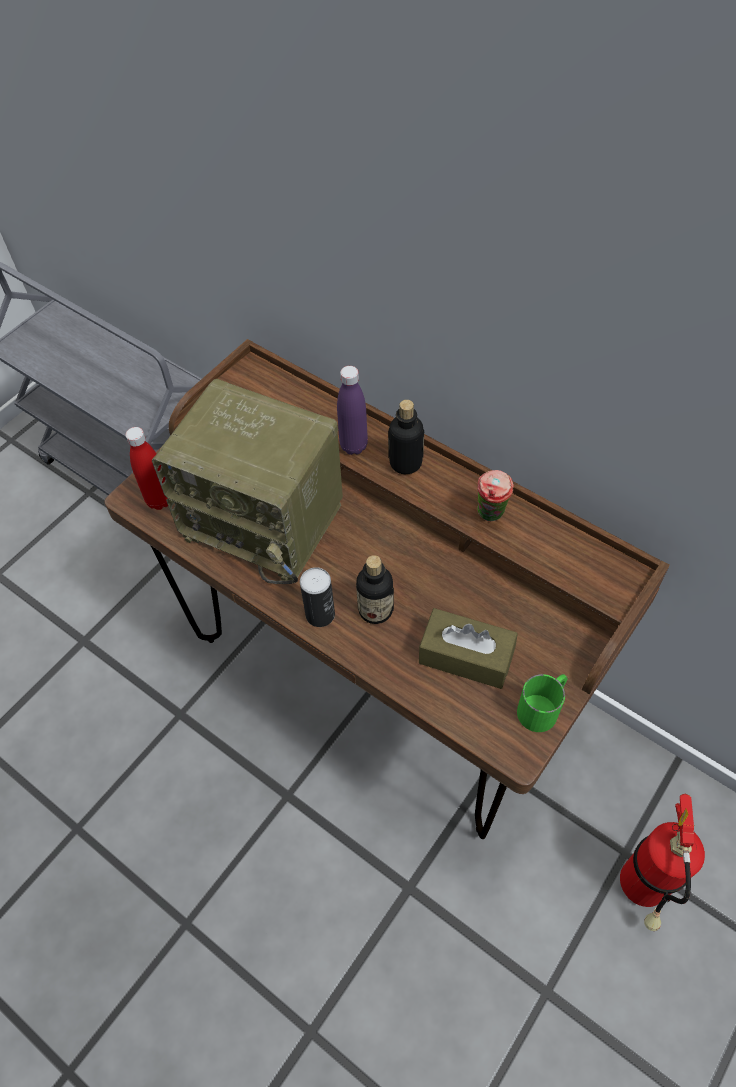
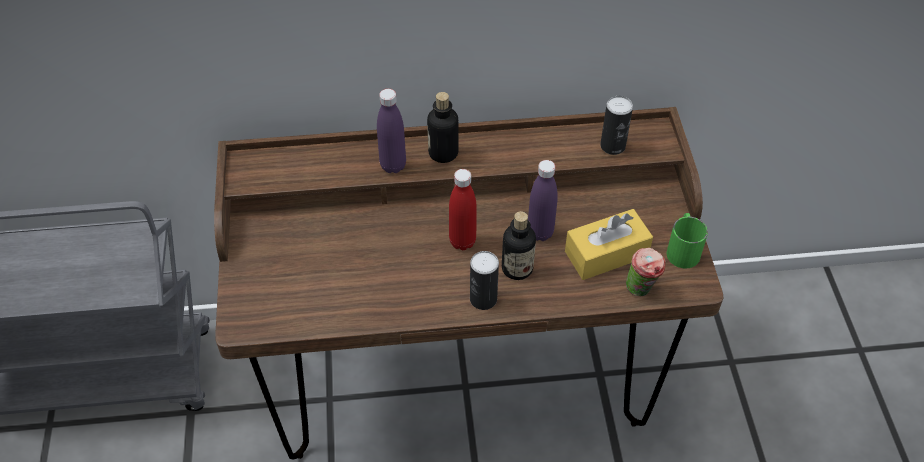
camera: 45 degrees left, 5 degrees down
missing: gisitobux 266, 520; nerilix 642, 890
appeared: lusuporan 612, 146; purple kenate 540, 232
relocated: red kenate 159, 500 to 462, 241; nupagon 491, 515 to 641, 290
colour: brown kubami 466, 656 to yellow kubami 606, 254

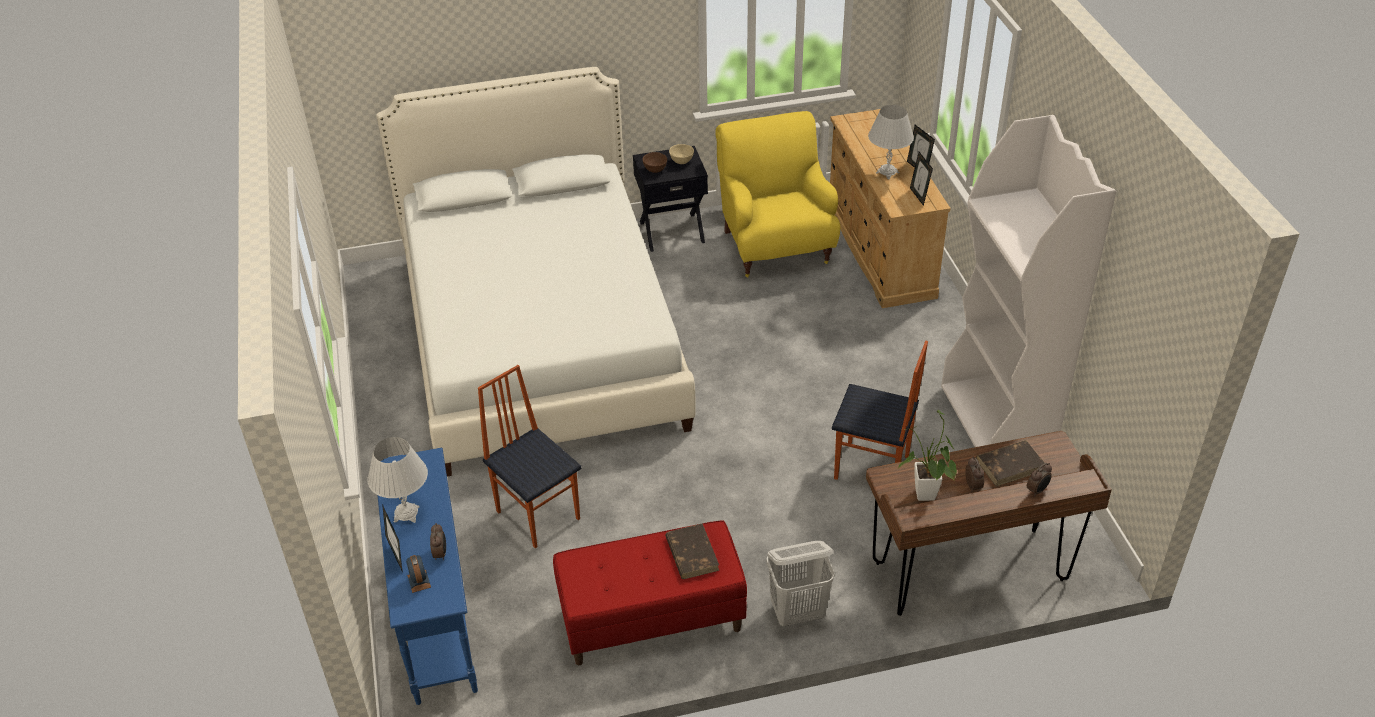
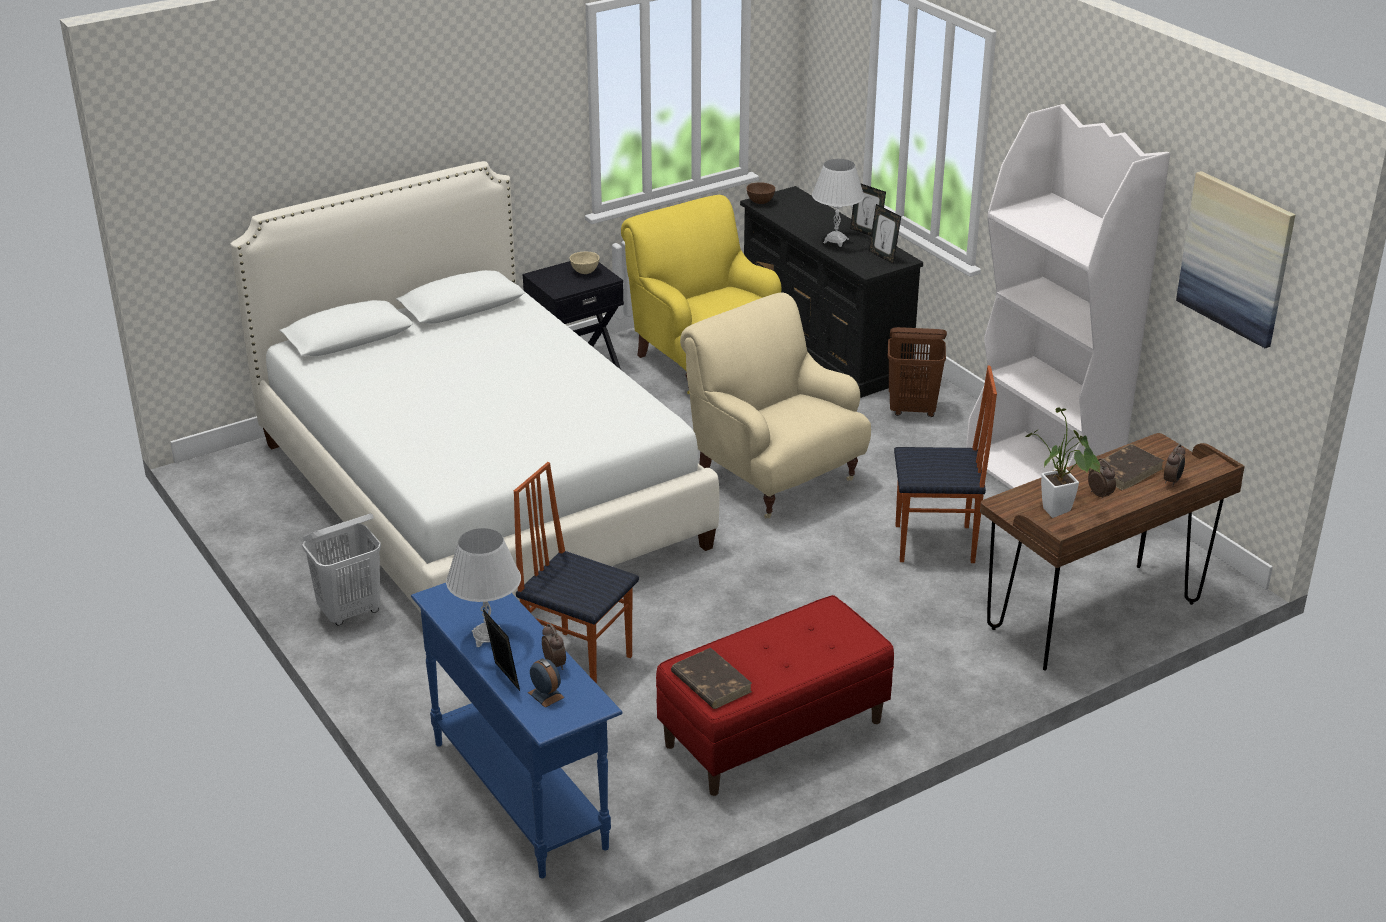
camera: 20 degrees left, 10 degrees down
appeared: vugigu 1236, 258; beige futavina 774, 476; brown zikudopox 912, 410
relocated: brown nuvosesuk 655, 170 to 760, 202; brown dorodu 691, 553 to 710, 682; white zikudopox 798, 613 to 350, 612
colour: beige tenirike 880, 250 to black tenirike 825, 346

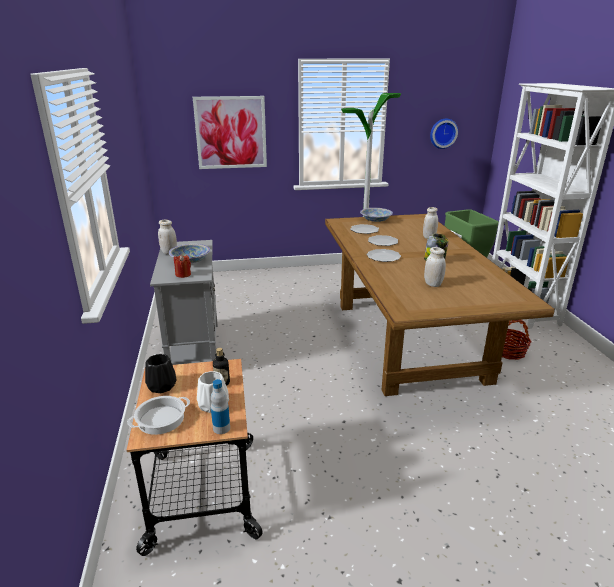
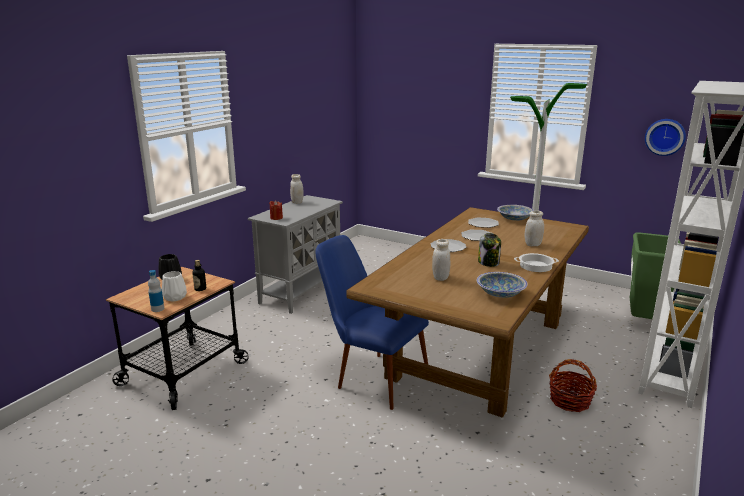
camera: 40 degrees right, 5 degrees down
missing: vugigu 231, 133
appeared: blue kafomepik 371, 375
relocated: nuvosesuk 190, 261 to 500, 293; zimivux 161, 419 to 536, 266

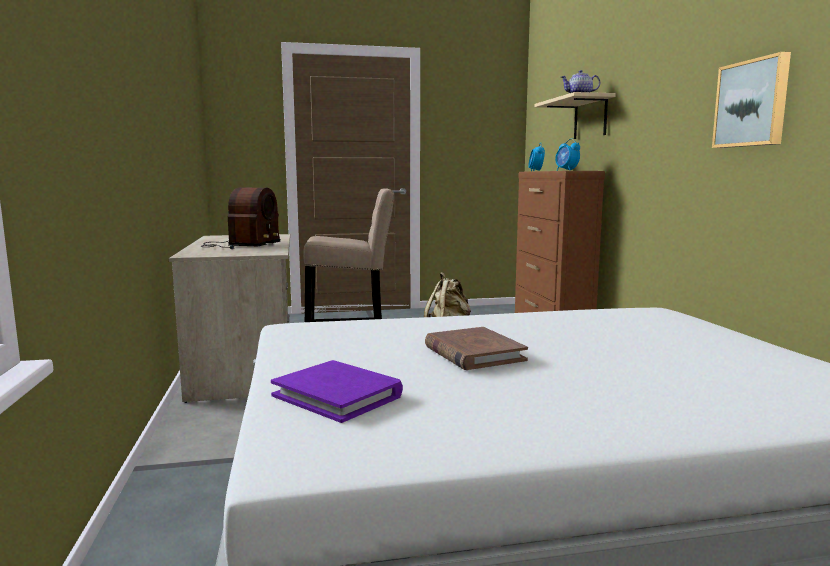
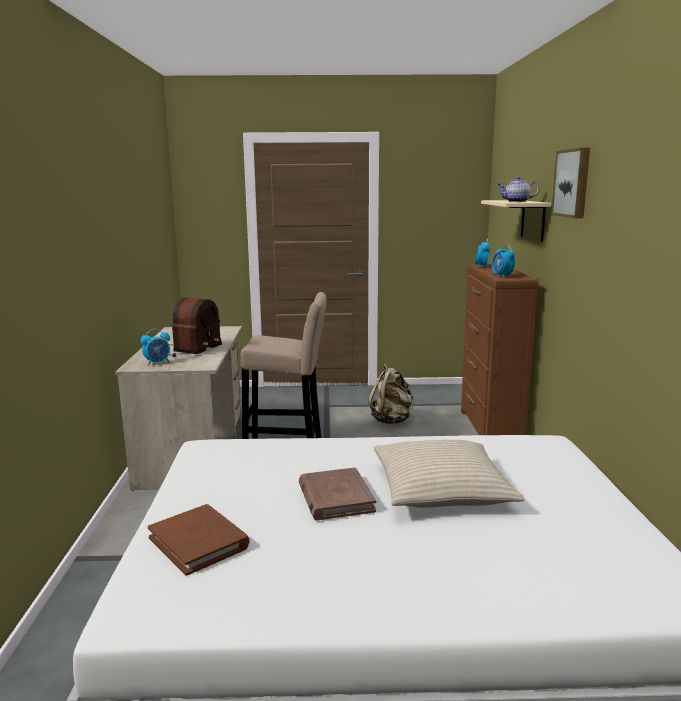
camera: 10 degrees right, 5 degrees up
appeared: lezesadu 158, 363; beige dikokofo 441, 489
relocated: vugigu 752, 103 to 573, 183
colour: purple dorodu 338, 395 to brown dorodu 199, 542

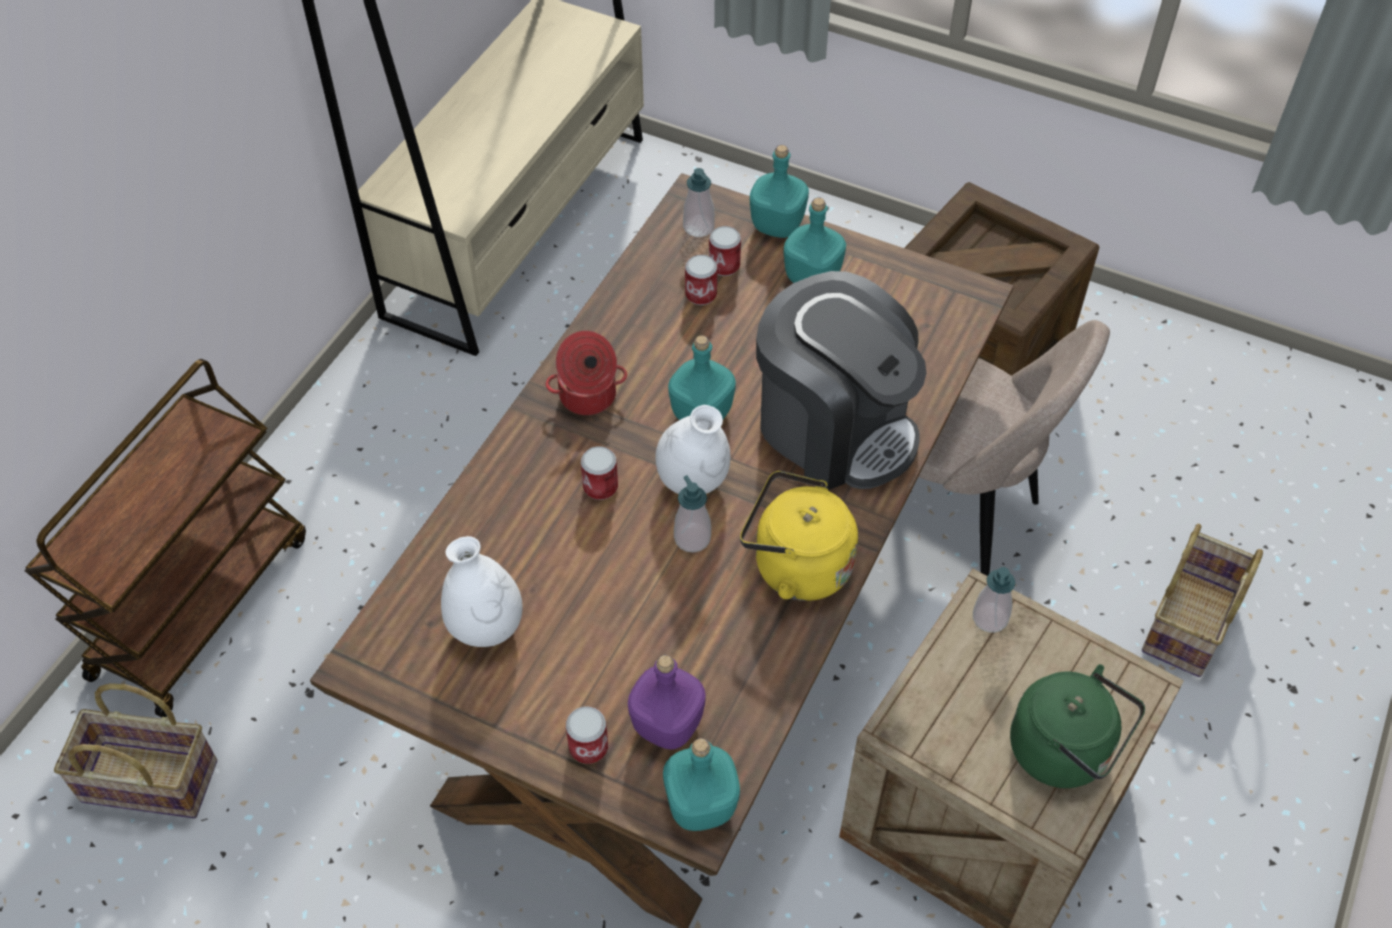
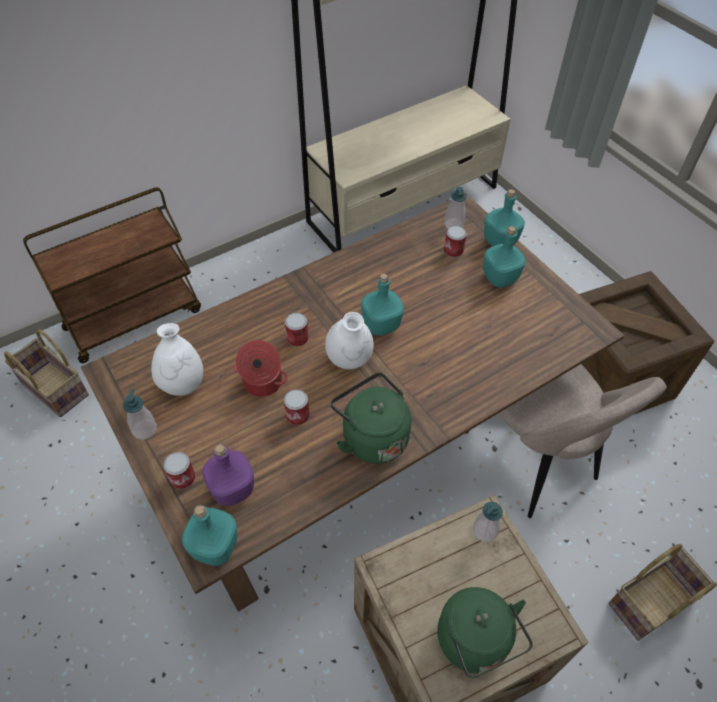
camera: 30 degrees right, 0 degrees up
missing: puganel 835, 428
relocated: lusuporan 701, 294 to 297, 415; zimivux 588, 397 to 262, 383; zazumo 692, 538 to 144, 429
colour: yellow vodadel 796, 566 to green vodadel 371, 436

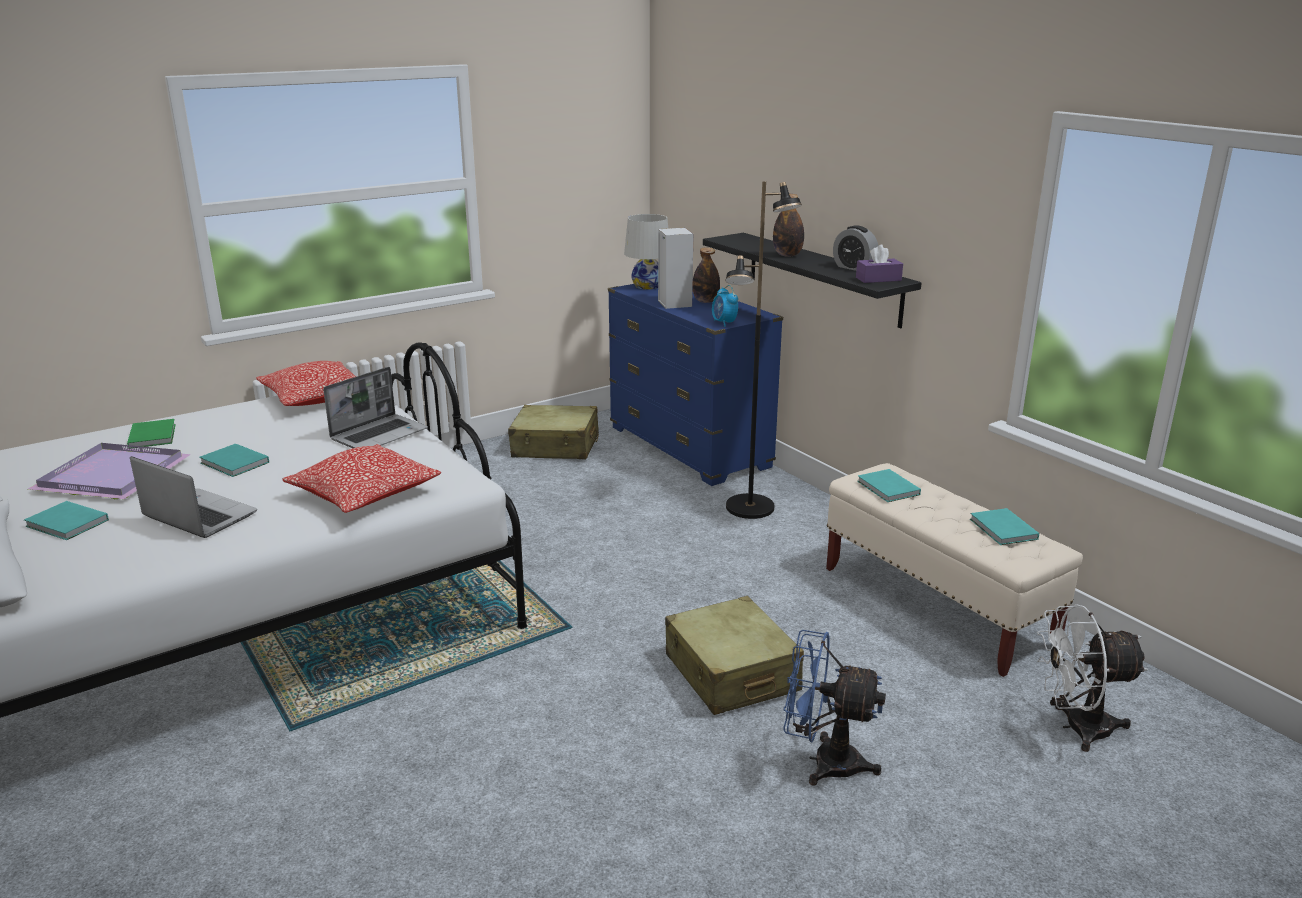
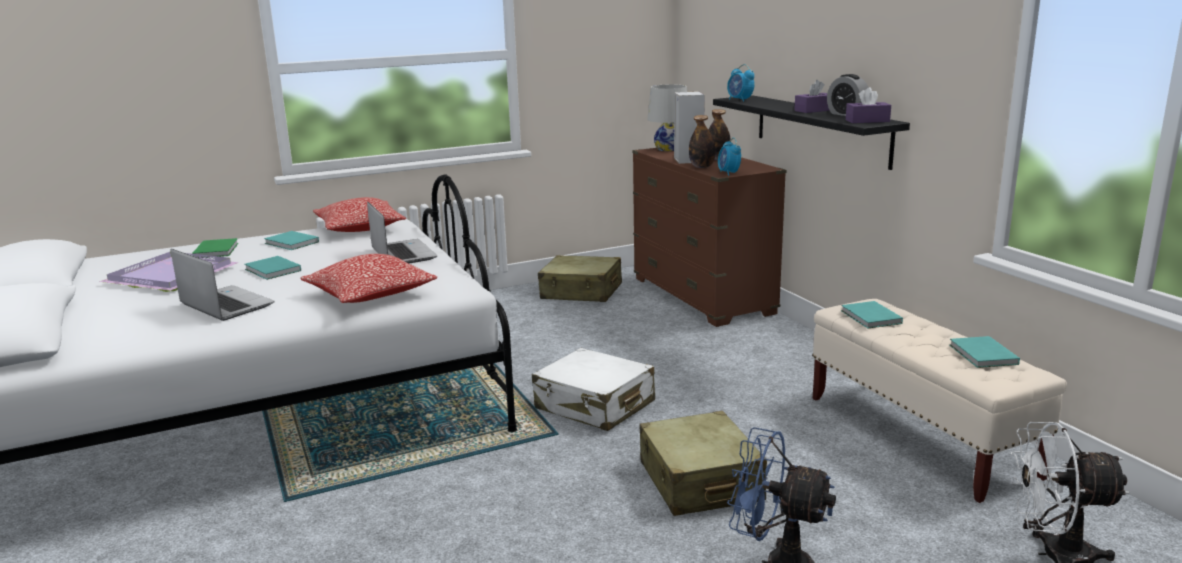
camera: 10 degrees right, 5 degrees down
missing: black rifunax 750, 508
appeared: lezesadu 740, 100; purple kubami 814, 110; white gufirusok 594, 405
relocated: kenate 787, 255 to 702, 167; turquoise dorodu 67, 524 to 292, 243
colour: blue tenirike 689, 448 to brown tenirike 702, 296
spun: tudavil 380, 434 = 402, 254 75 degrees counterclockwise

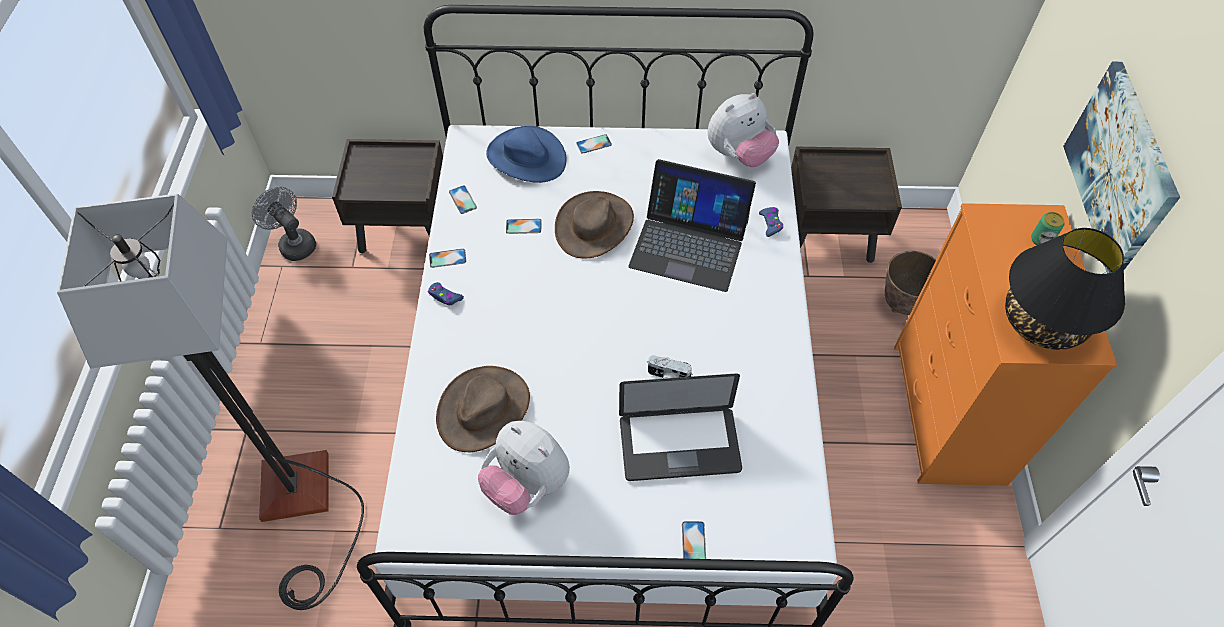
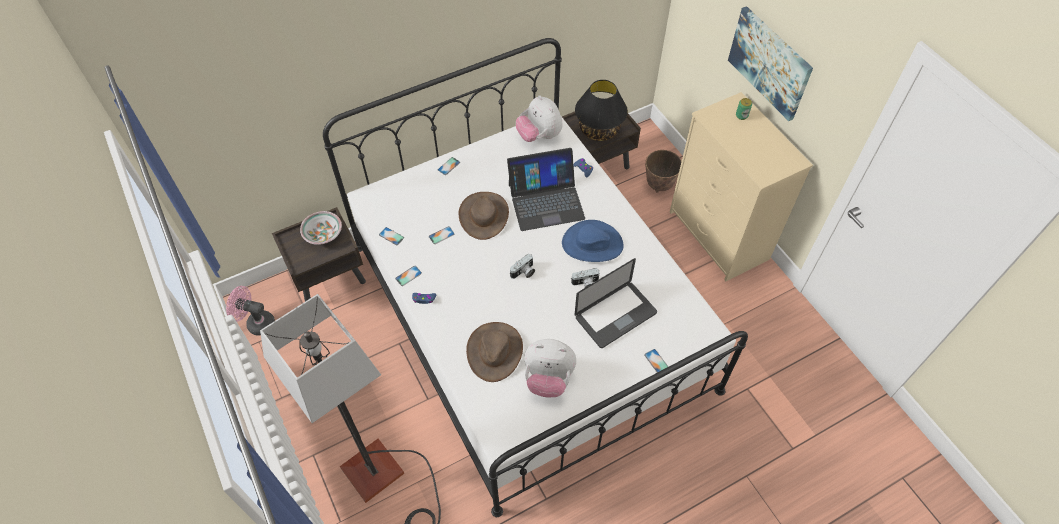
camera: 30 degrees left, 0 degrees up
appeared: nuvosesuk 322, 234; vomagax 523, 272
relocated: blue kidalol 526, 157 to 592, 244; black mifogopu 1041, 321 to 598, 130
colour: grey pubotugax 294, 243 to pink pubotugax 256, 323; orange tenirike 948, 414 to beige tenirike 719, 236
spun: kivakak 739, 155 = 539, 136 120 degrees clockwise

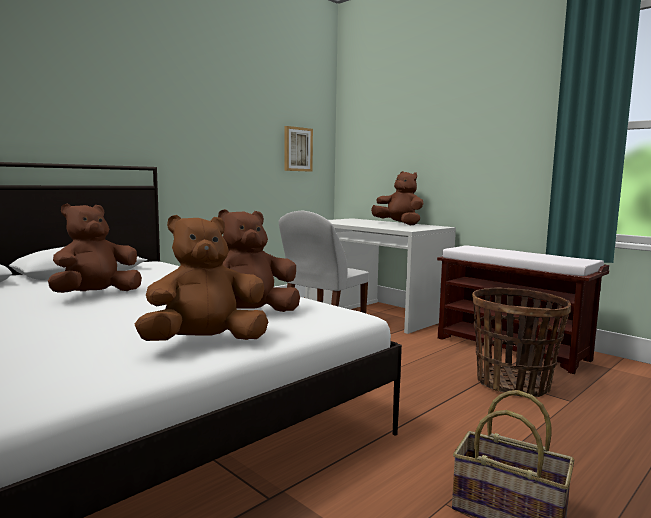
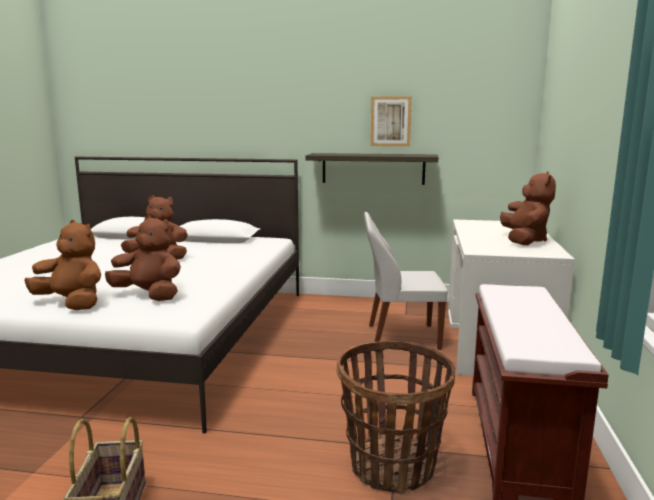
camera: 55 degrees right, 5 degrees up
appeared: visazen 373, 168
relocated: vugigu 297, 149 to 390, 121

